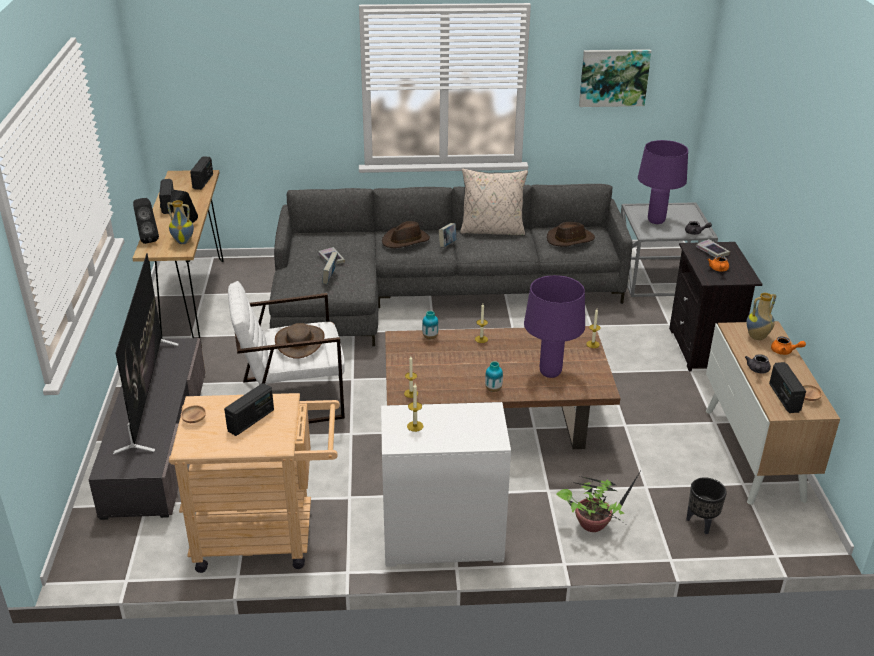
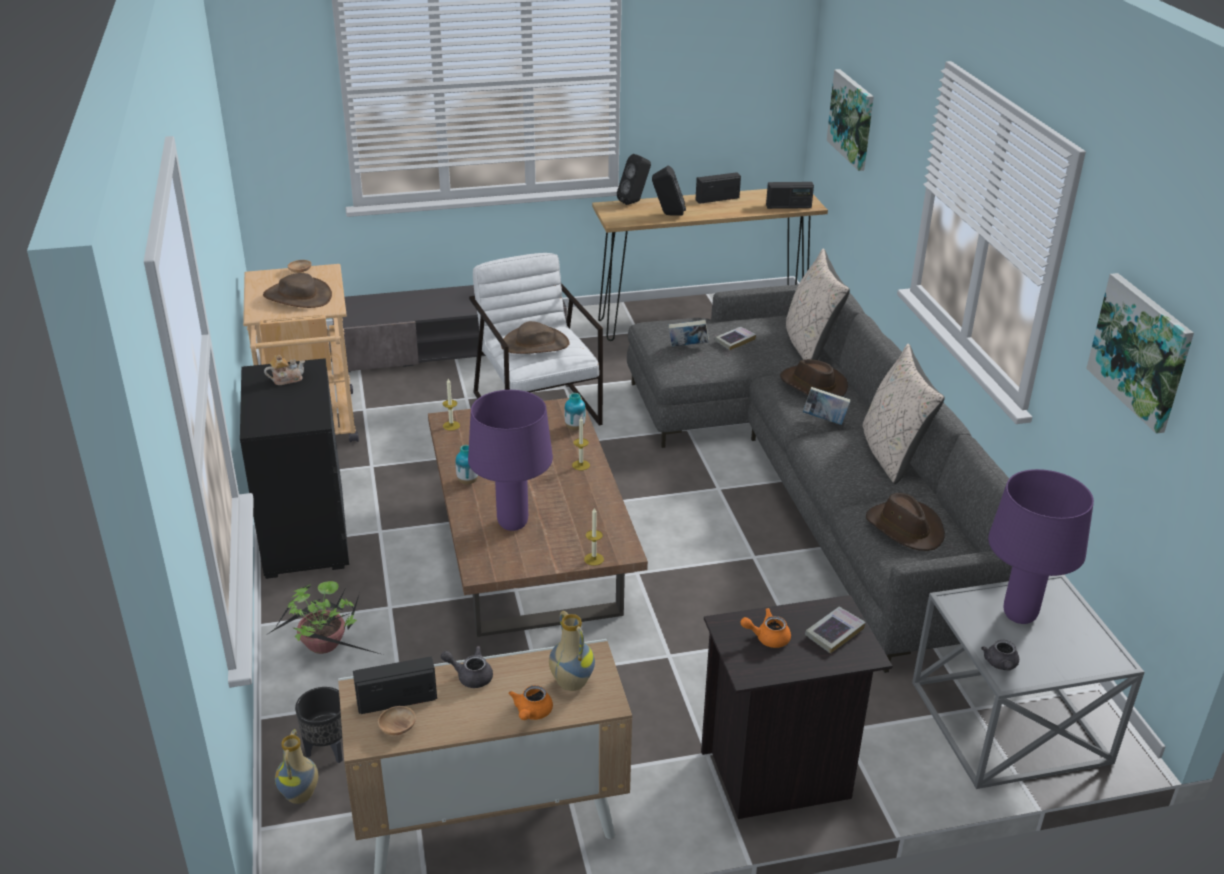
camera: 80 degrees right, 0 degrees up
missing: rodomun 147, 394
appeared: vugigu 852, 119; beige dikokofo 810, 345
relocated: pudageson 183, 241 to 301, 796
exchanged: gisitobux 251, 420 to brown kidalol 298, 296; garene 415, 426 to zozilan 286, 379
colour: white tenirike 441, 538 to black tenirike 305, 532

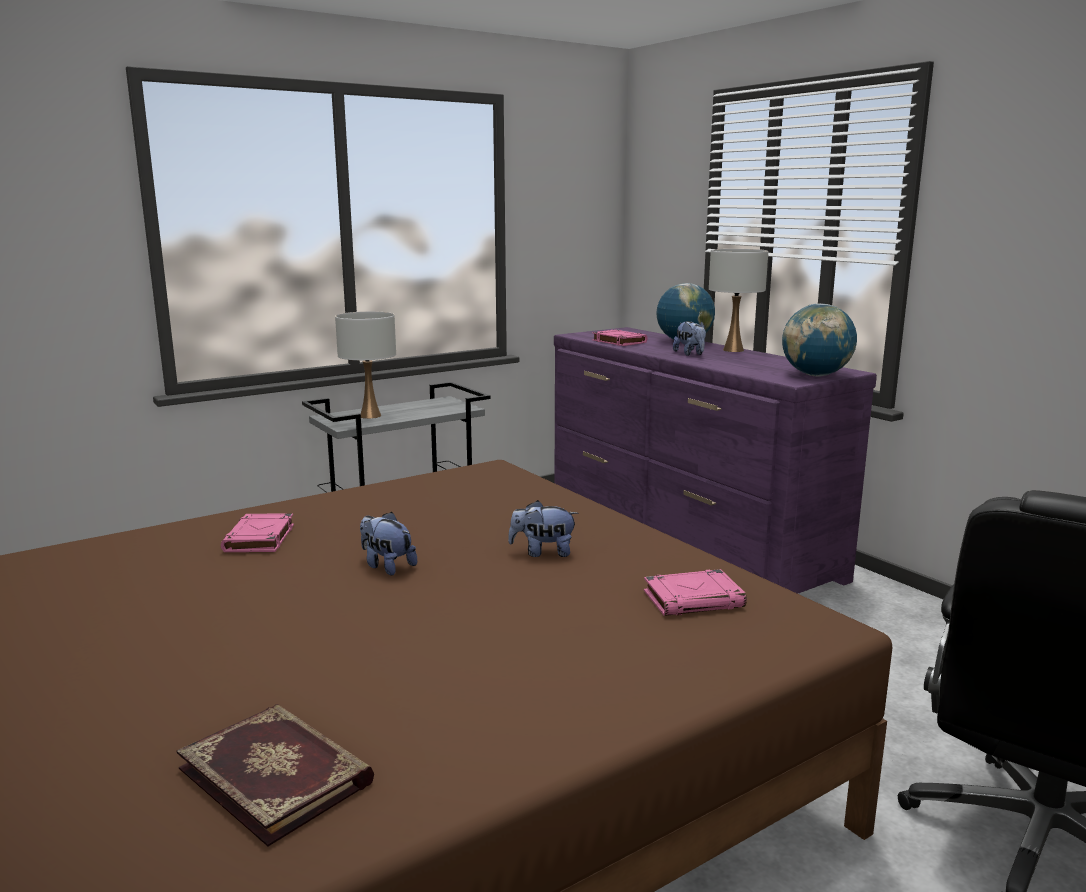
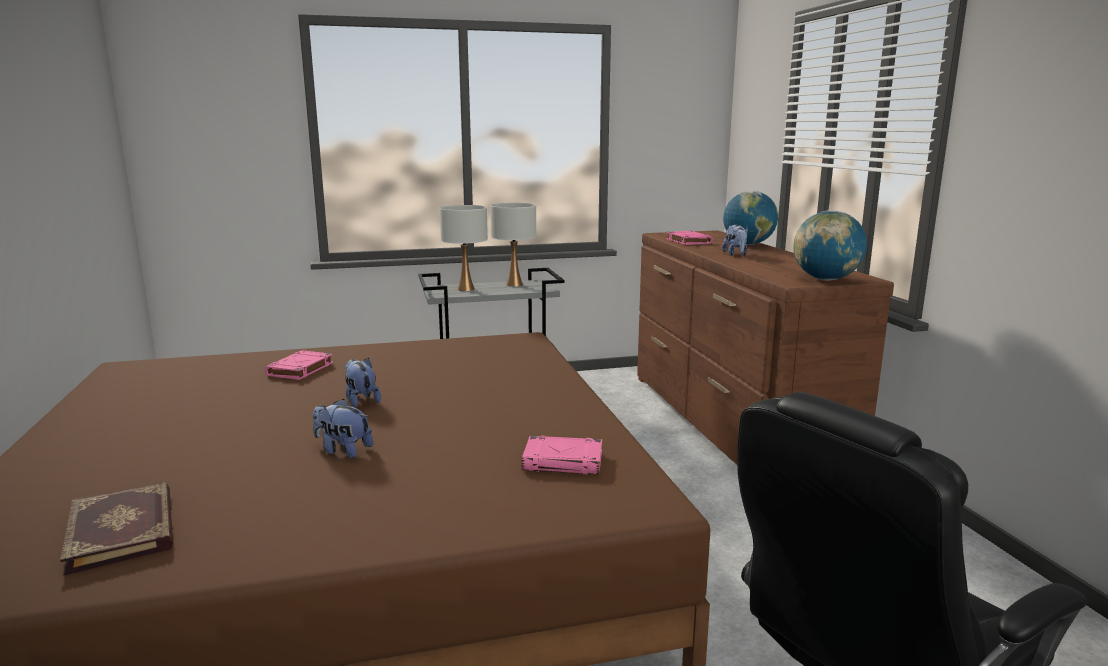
camera: 20 degrees right, 0 degrees up
relocated: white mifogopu 733, 350 to 514, 284; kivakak 543, 552 to 343, 450
colour: purple tenirike 685, 538 to brown tenirike 731, 423

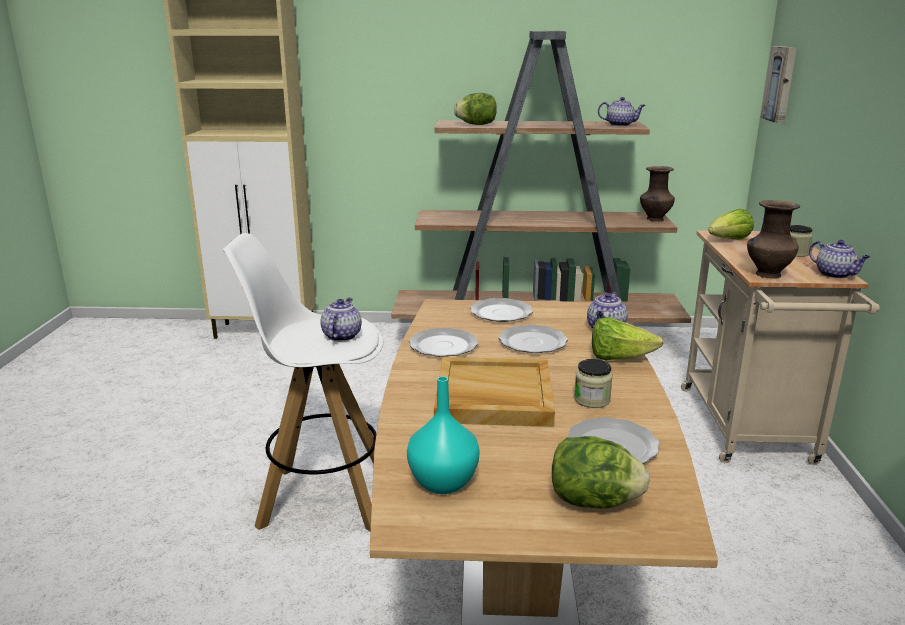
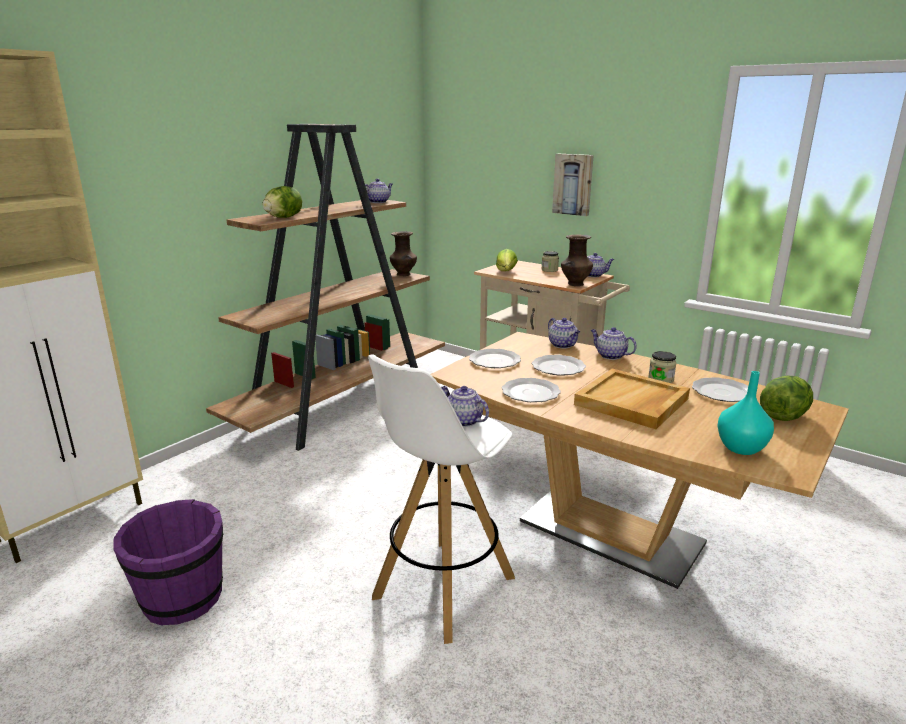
camera: 55 degrees left, 0 degrees up
appeared: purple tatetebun 182, 599
relocated: vugigu 781, 84 to 573, 184
exchanged: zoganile 619, 358 to zozilan 610, 356

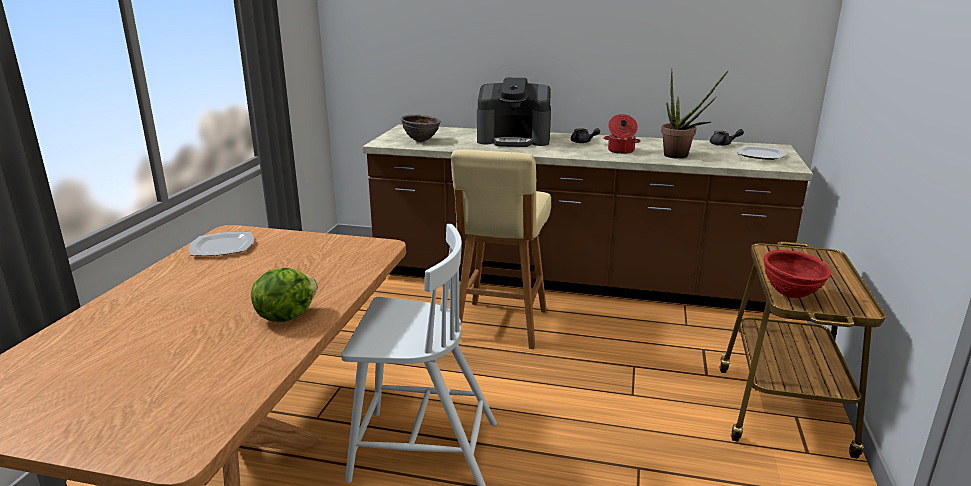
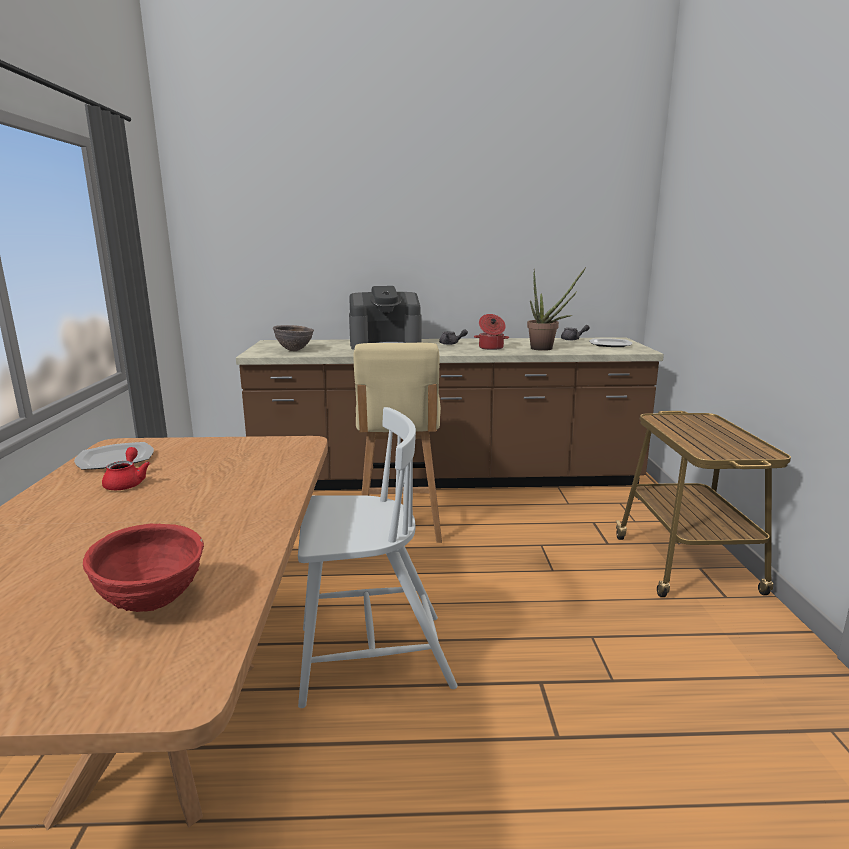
camera: 15 degrees left, 5 degrees down
missing: zoganile 285, 316
appeared: red zozilan 127, 483
relocated: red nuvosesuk 791, 295 to 152, 604

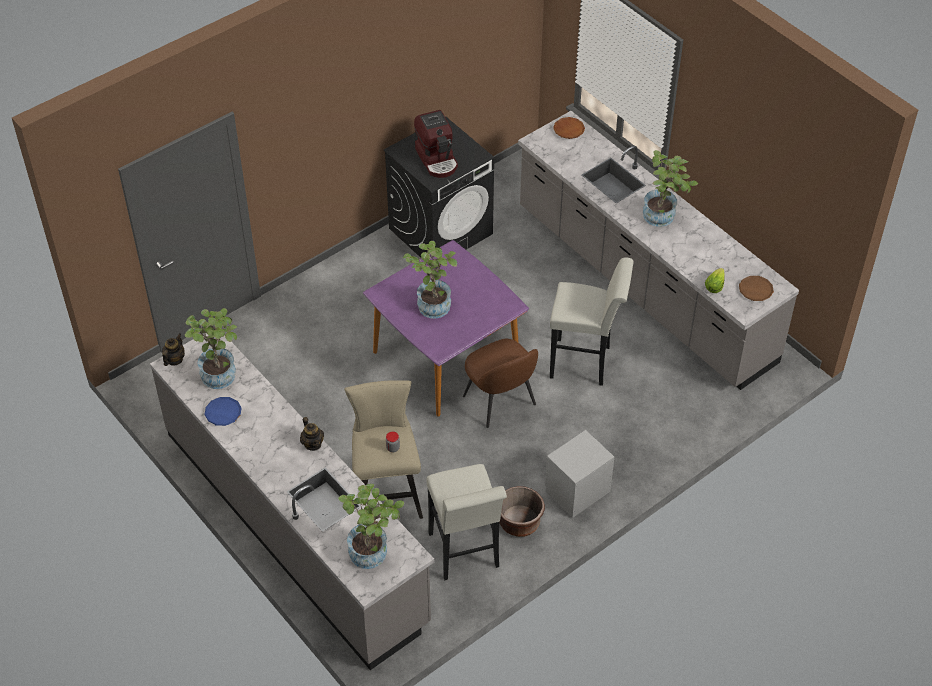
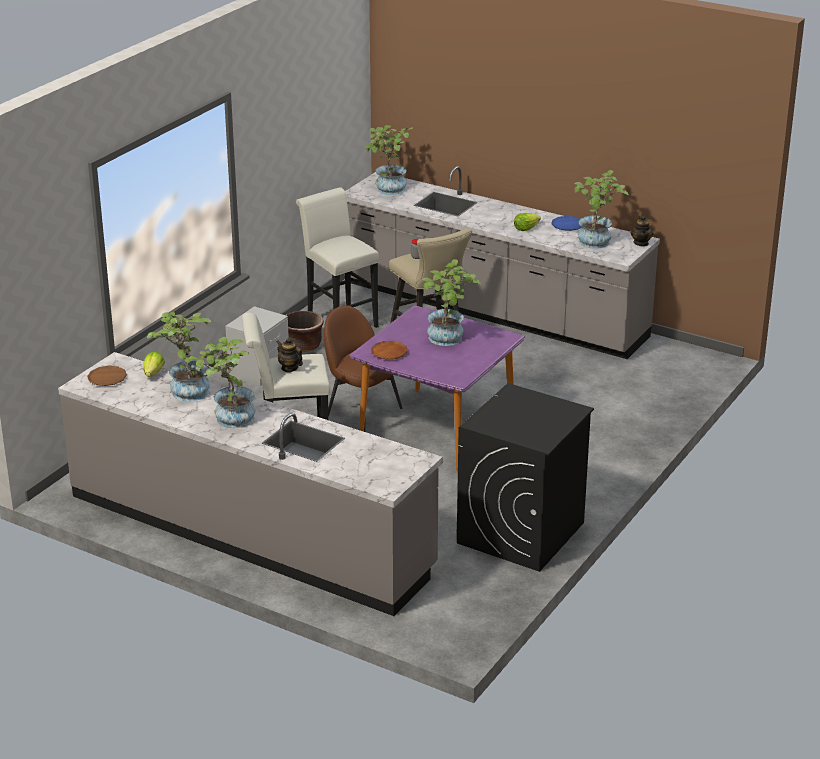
camera: 160 degrees right, 20 degrees down
missing: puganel 437, 159
appeared: zoganile 525, 229; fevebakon 185, 390
relocated: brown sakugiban 568, 130 to 389, 353; zozilan 313, 444 to 289, 368

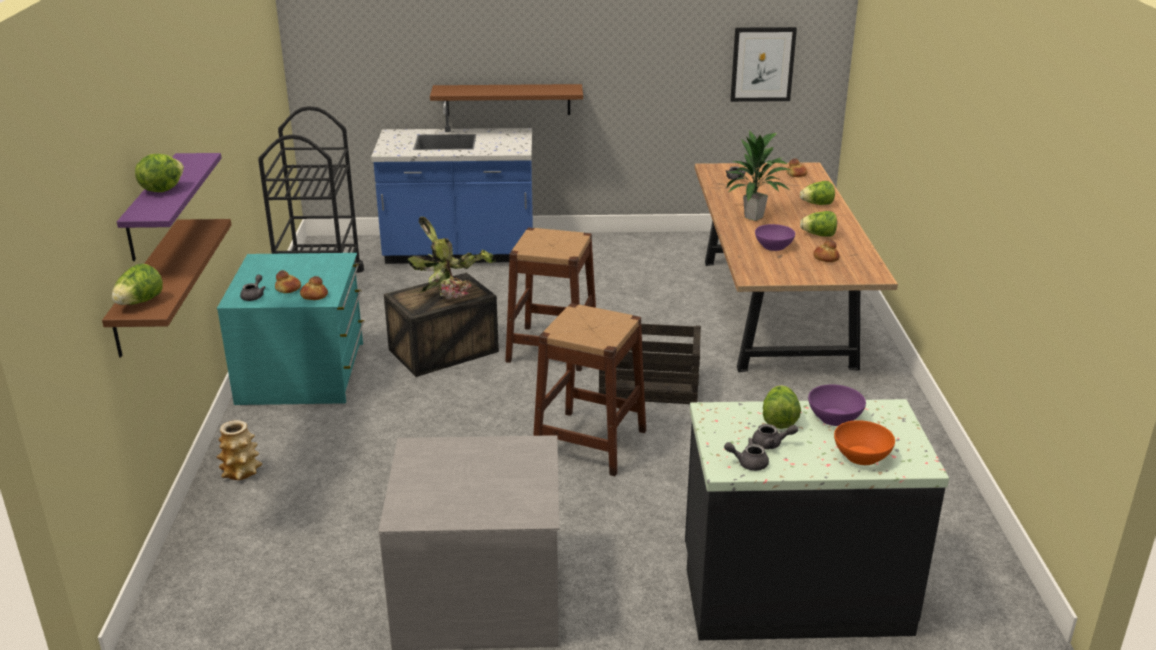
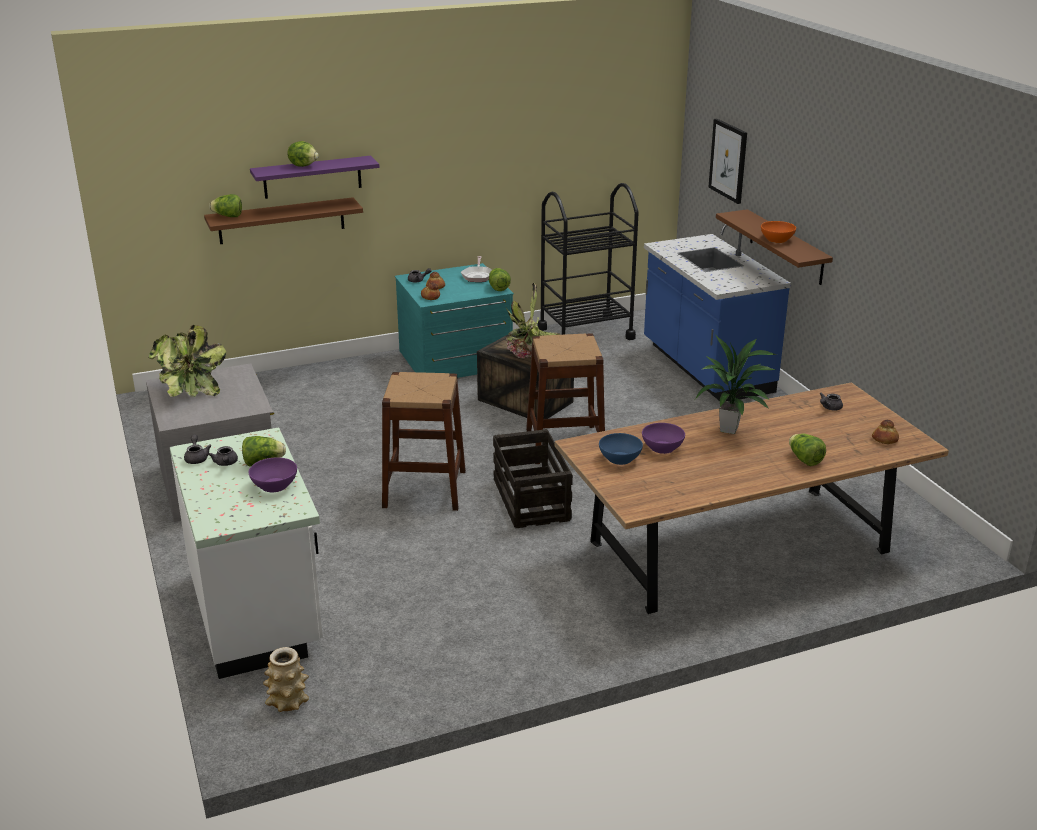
camera: 70 degrees right, 0 degrees up
missing: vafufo 825, 258
appeared: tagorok 478, 276; fevebakon 188, 390; blue nuvosesuk 619, 458
relocated: vugigu 762, 64 to 728, 160; zoganile 818, 235 to 498, 288; pudageson 241, 472 to 288, 701; orange nuvosesuk 862, 455 to 777, 239
colour: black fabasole 794, 592 to white fabasole 257, 612

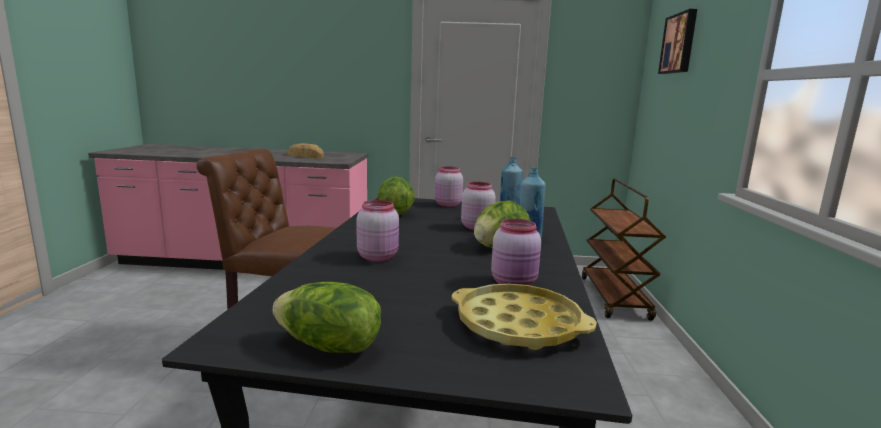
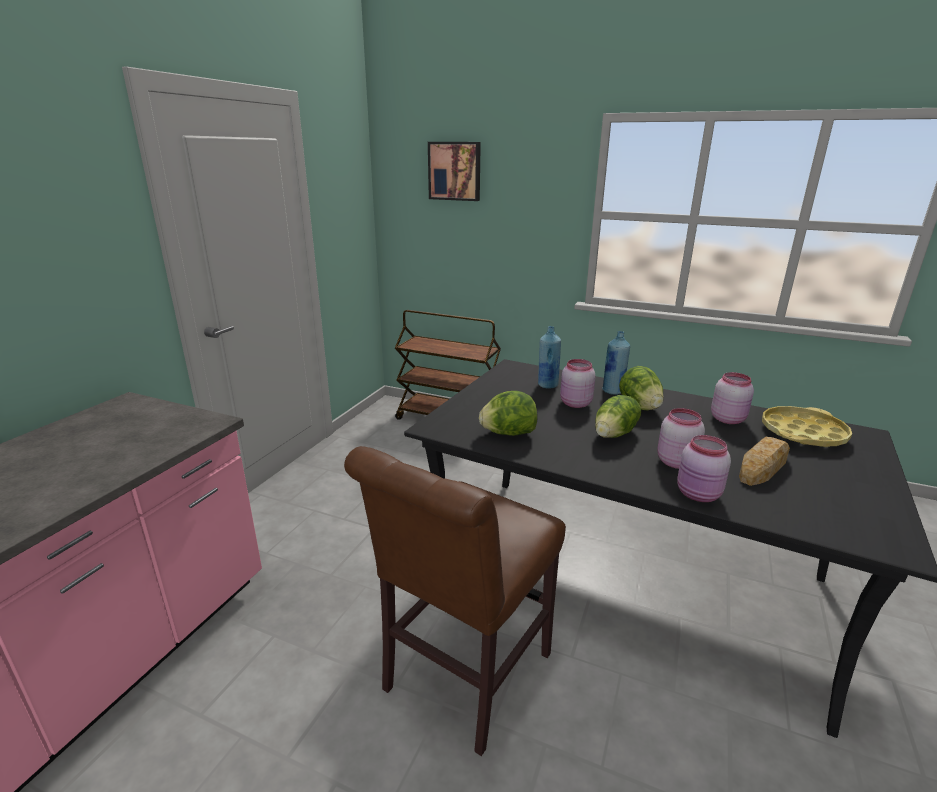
camera: 70 degrees left, 10 degrees up
relocated: vafufo 305, 156 to 762, 467; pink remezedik 447, 205 to 698, 495; zoganile 329, 347 to 615, 434

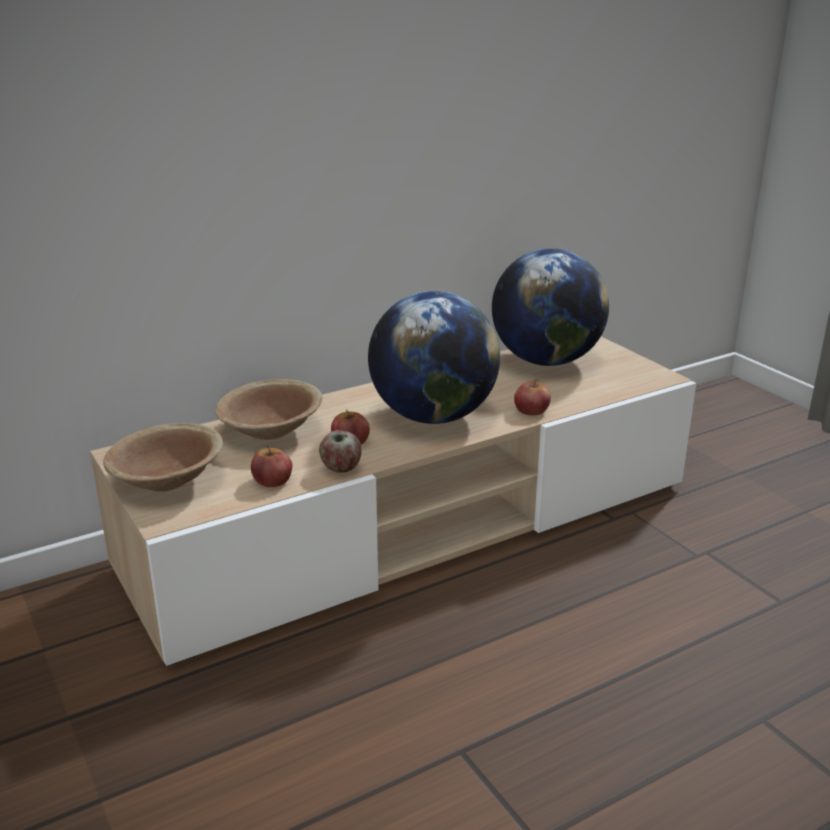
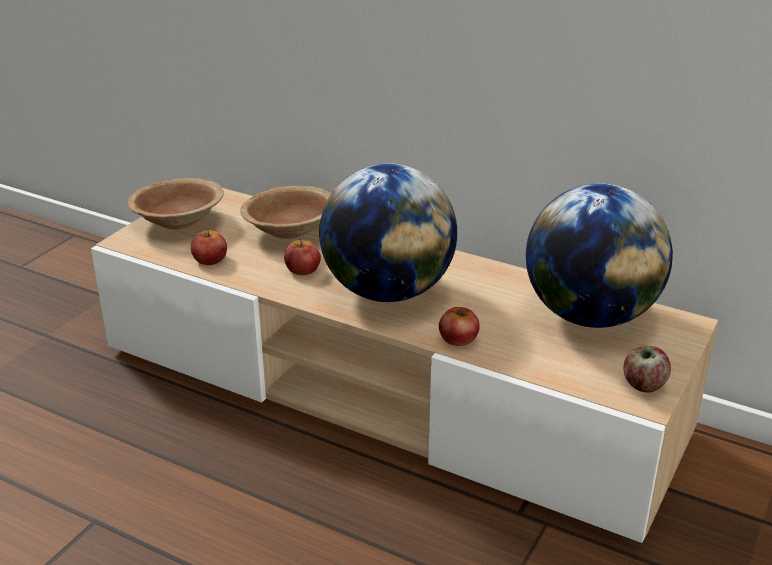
camera: 60 degrees right, 5 degrees up
relocated: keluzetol 341, 468 to 643, 385

